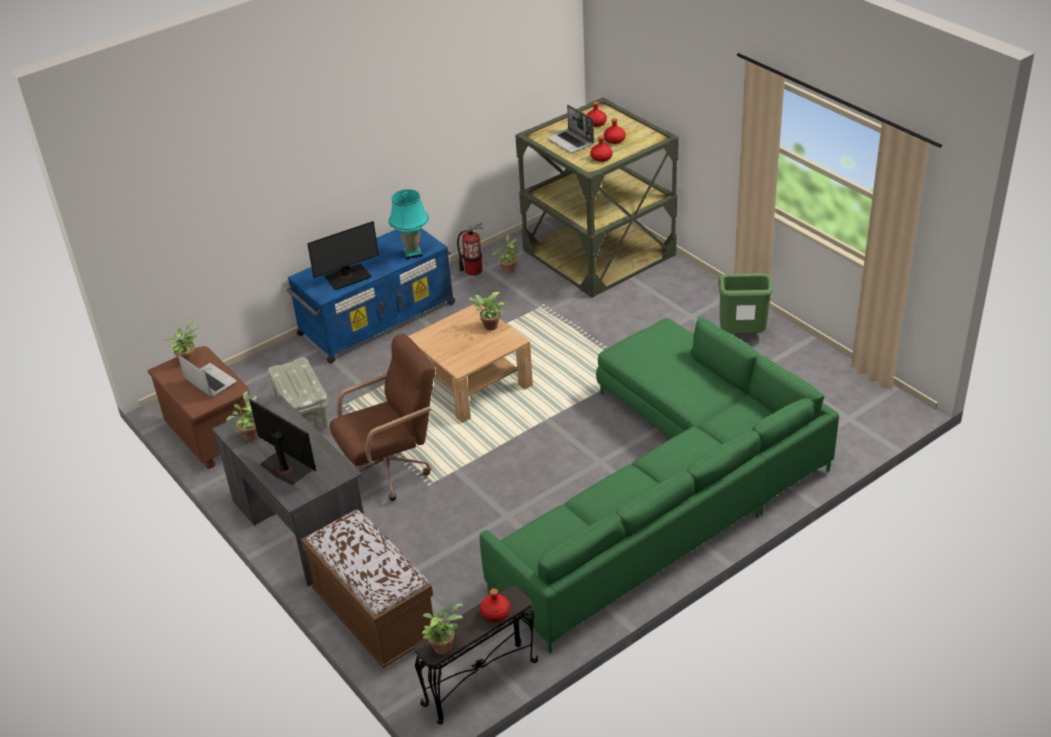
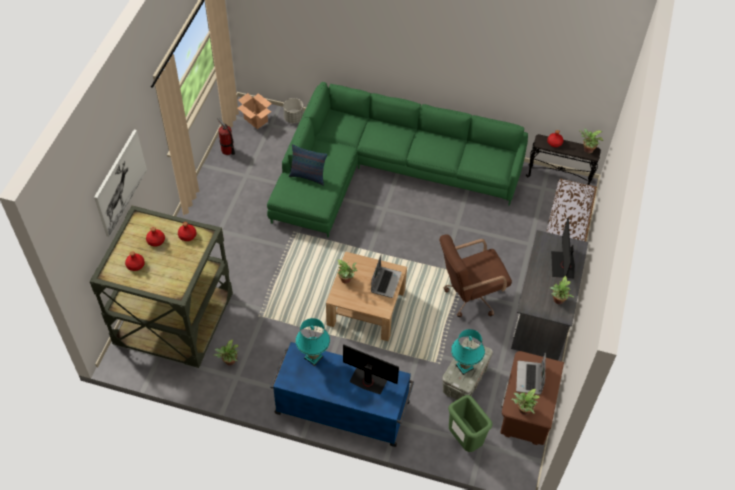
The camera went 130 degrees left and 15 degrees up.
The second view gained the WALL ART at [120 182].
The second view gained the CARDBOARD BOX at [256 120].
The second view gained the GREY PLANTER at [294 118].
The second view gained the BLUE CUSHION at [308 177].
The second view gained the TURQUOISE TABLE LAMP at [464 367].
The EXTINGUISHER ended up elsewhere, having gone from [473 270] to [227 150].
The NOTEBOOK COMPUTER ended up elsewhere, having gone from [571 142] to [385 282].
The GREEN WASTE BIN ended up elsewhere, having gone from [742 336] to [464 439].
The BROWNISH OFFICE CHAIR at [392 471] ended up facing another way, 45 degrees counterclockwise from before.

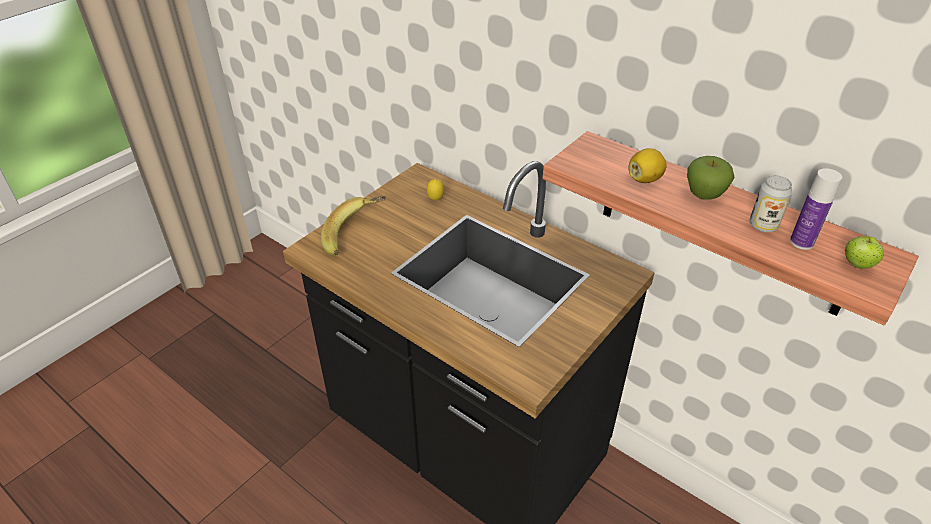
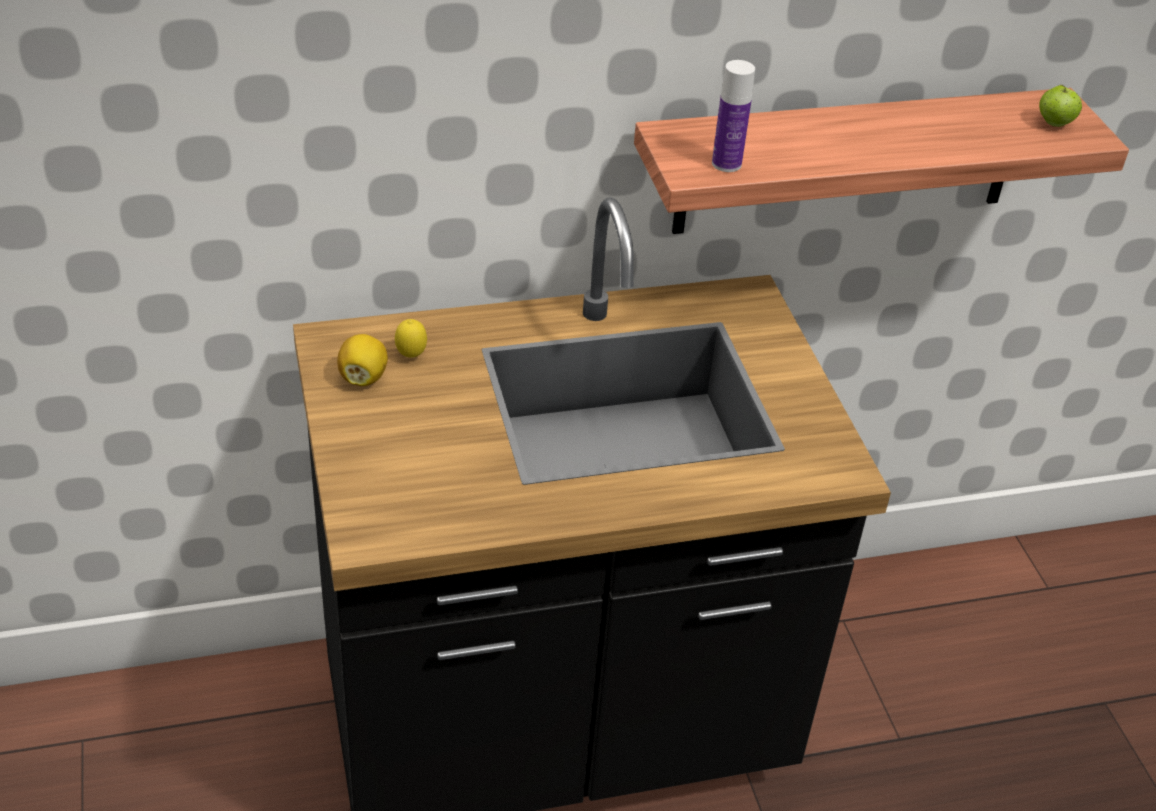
The camera went 55 degrees left and 0 degrees up.
The second view lost the WHOLE BANANA at [356 237].
The second view lost the WHOLE APPLE at [704 195].
The second view lost the SEALED CAN at [763 225].
The CITRUS FRUIT ended up elsewhere, having gone from [644 179] to [363 377].
The DRINK BOTTLE ended up elsewhere, having gone from [801 242] to [726 164].

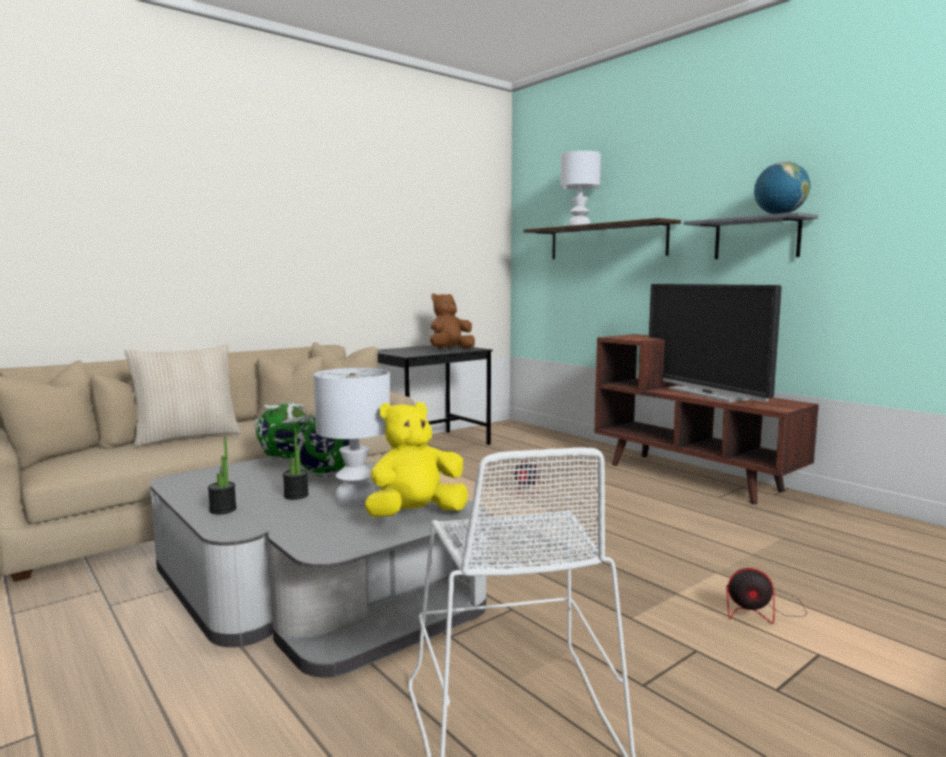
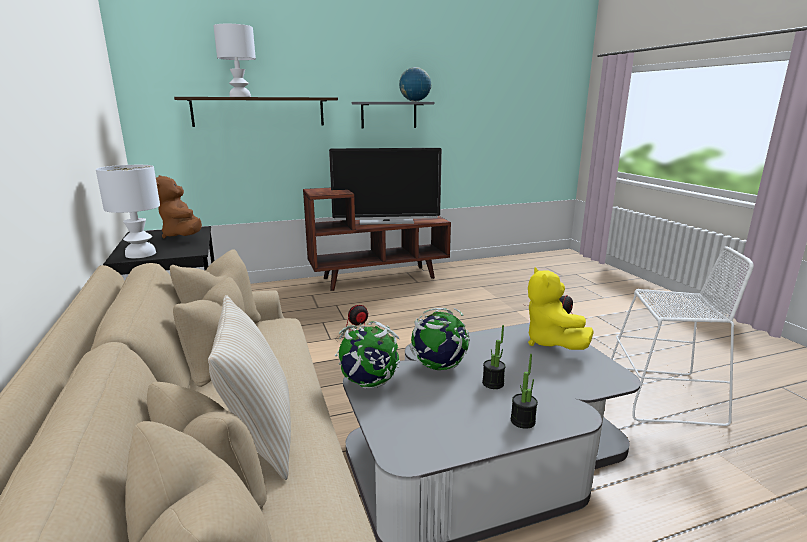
The camera went 70 degrees left and 10 degrees up.
The WHITE-COLOURED TABLE LAMP ended up elsewhere, having gone from [355 499] to [141 254].

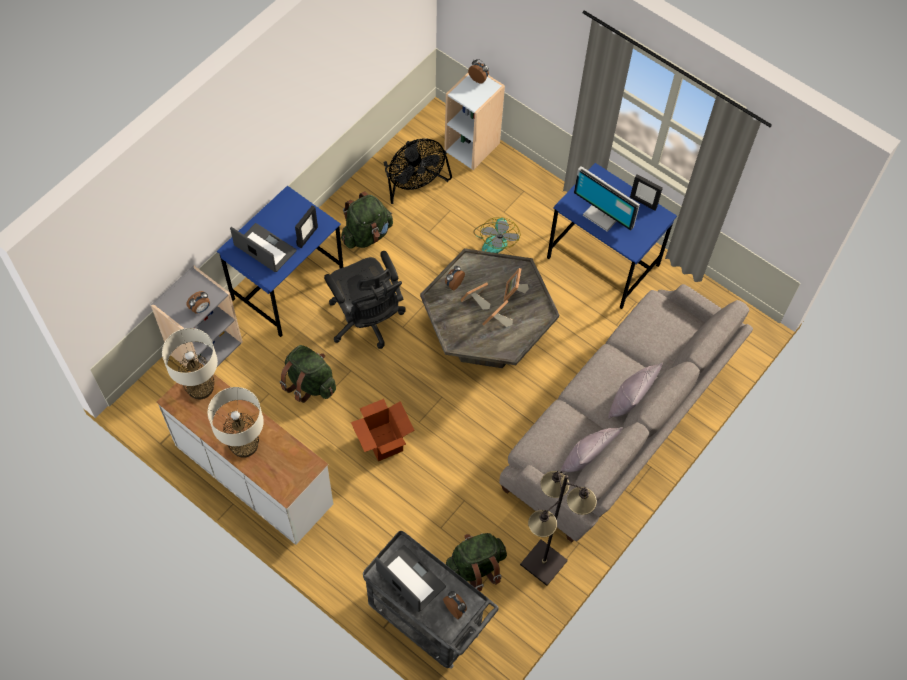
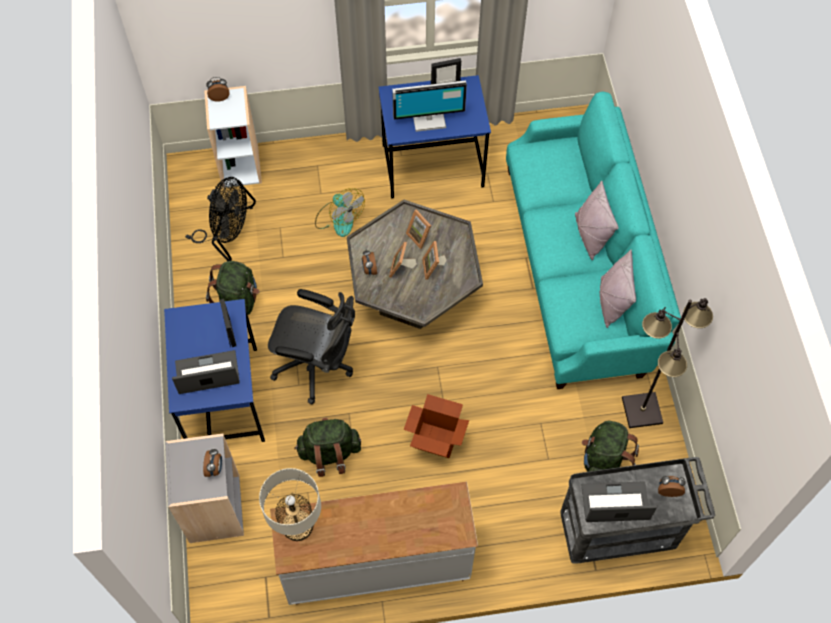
The camera went 45 degrees left and 0 degrees up.
The second view lost the TABLE LAMP at [244 445].
What was the GREY SOFA at [619 427] turned into the TURQUOISE SOFA at [578 269].

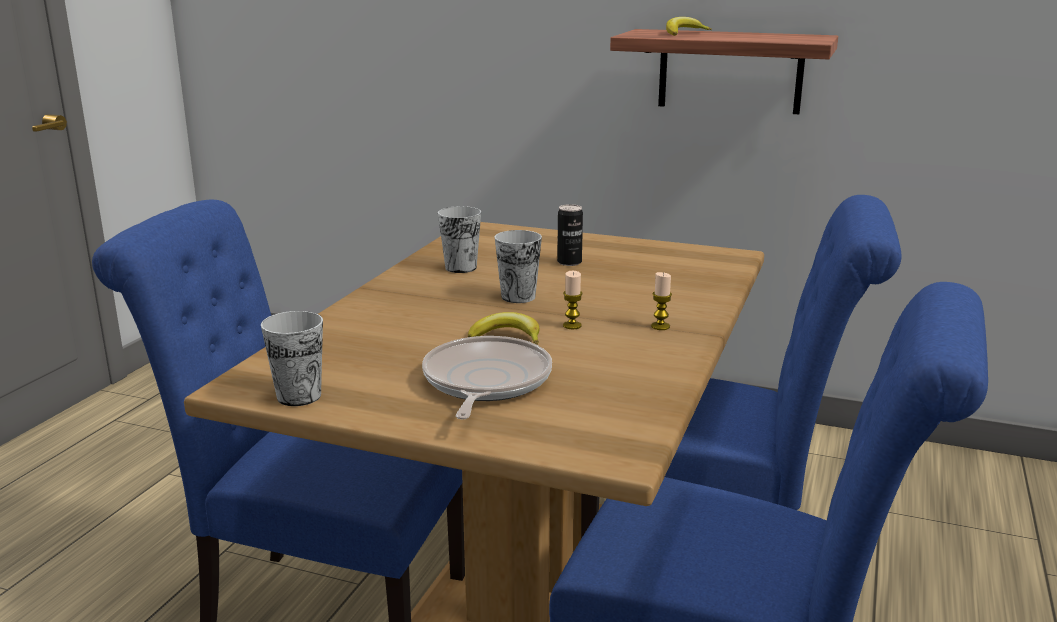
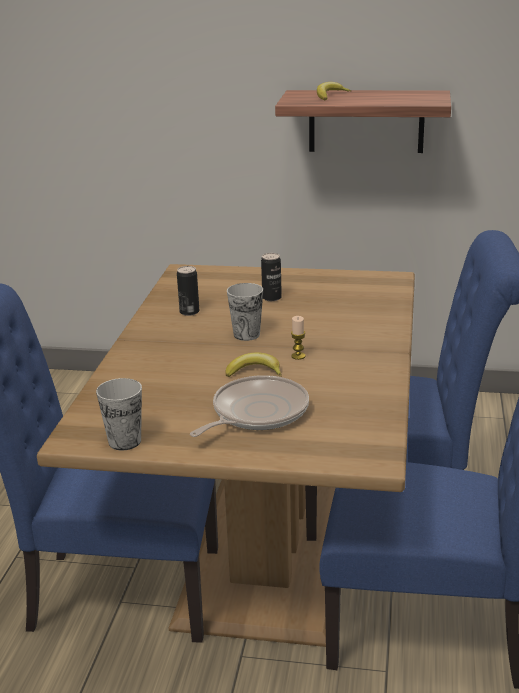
The camera went 10 degrees left and 5 degrees up.
The second view lost the CANDLE at [660 326].
Where the CUP stood at [461 268], the SEALED CAN came to stand at [189 312].
The FRYING PAN at [485 383] ended up facing another way, 45 degrees clockwise from before.

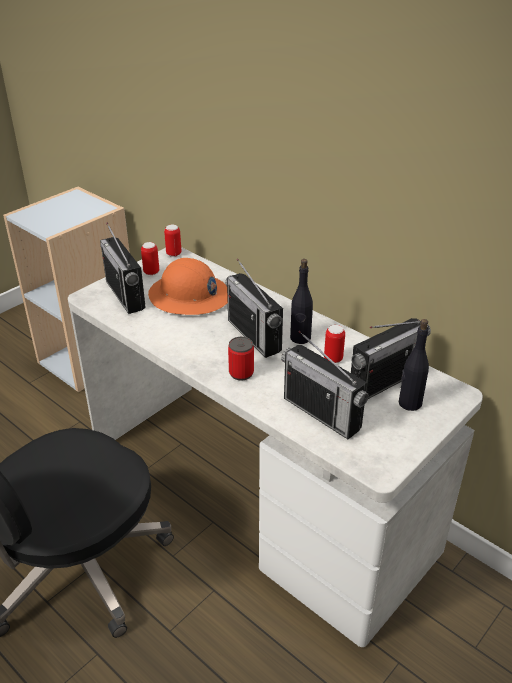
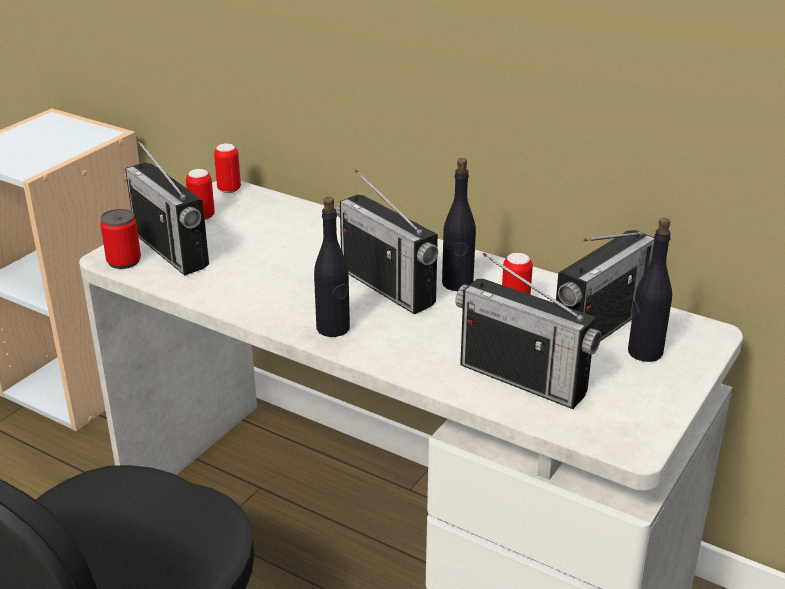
The camera went 10 degrees left and 5 degrees down.
The second view lost the ORANGEY HARD HAT at [189 297].
The second view gained the BLACKISH DRINK BOTTLE at [333 328].
The SEALED CAN ended up elsewhere, having gone from [241 373] to [124 261].

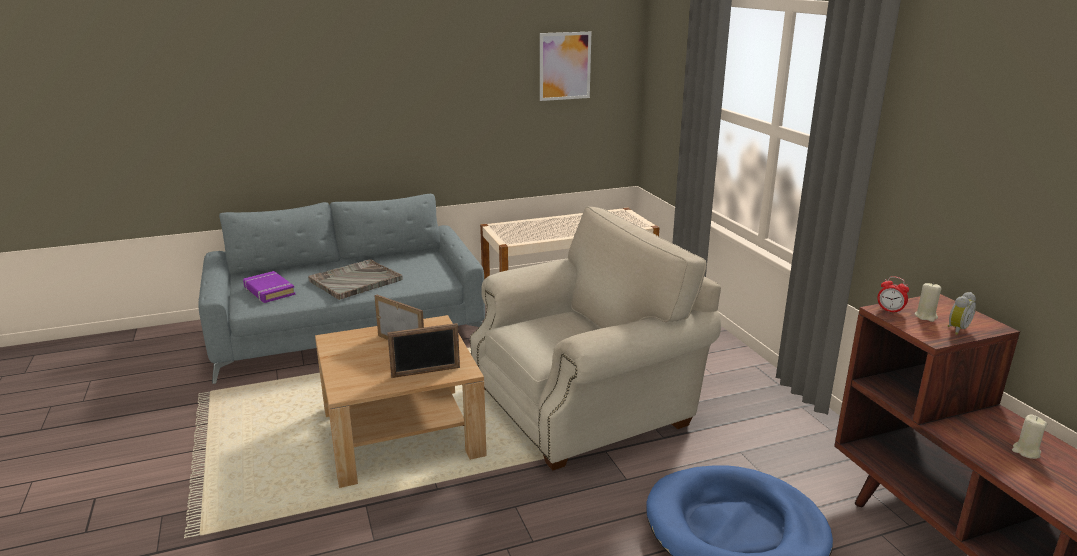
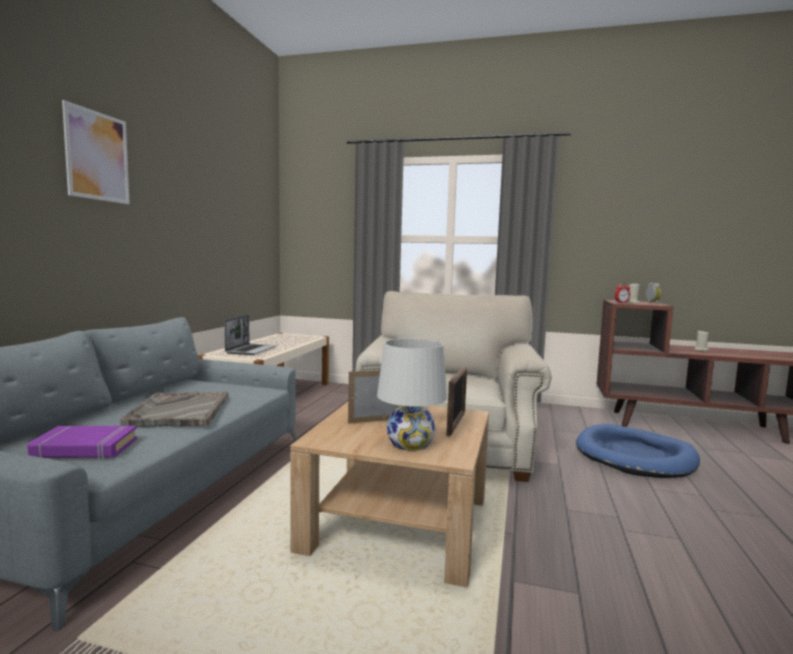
The camera went 55 degrees left and 15 degrees down.
The second view gained the NOTEBOOK COMPUTER at [251 350].
The second view gained the WHITE-COLOURED TABLE LAMP at [410 443].
The WALL ART ended up elsewhere, having gone from [565 66] to [97 156].

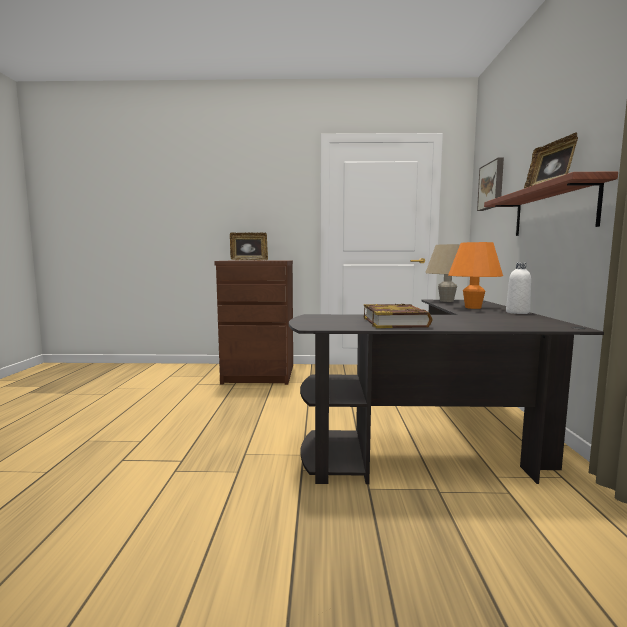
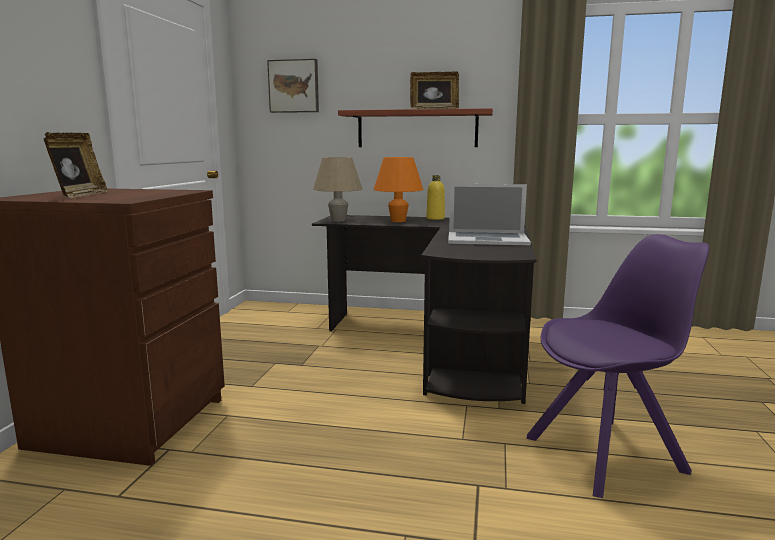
The camera went 80 degrees left and 5 degrees up.
The second view gained the PURPLISH PLAIN CHAIR at [607 454].
Where the VOLUME stood at [395 322], the NOTEBOOK COMPUTER came to stand at [487 239].
What was the WHITE-COLOURED DRINK BOTTLE at [517 312] turned into the YELLOWISH DRINK BOTTLE at [435 218].

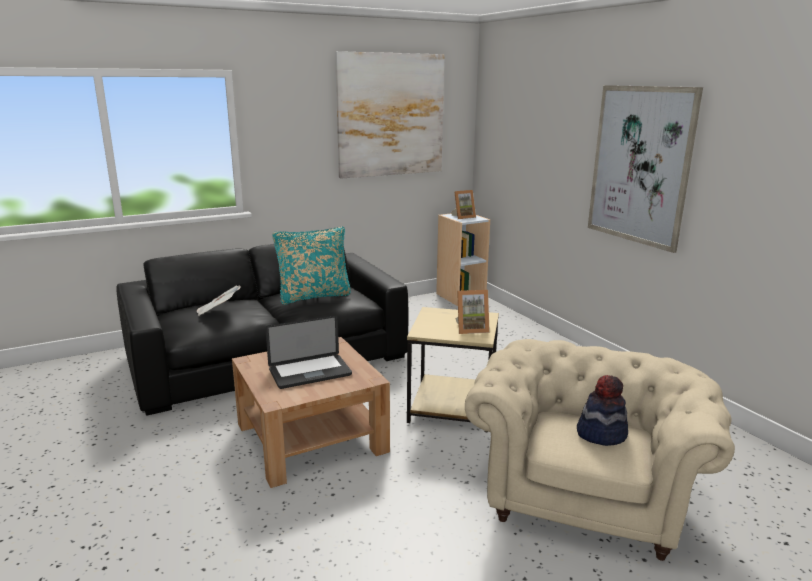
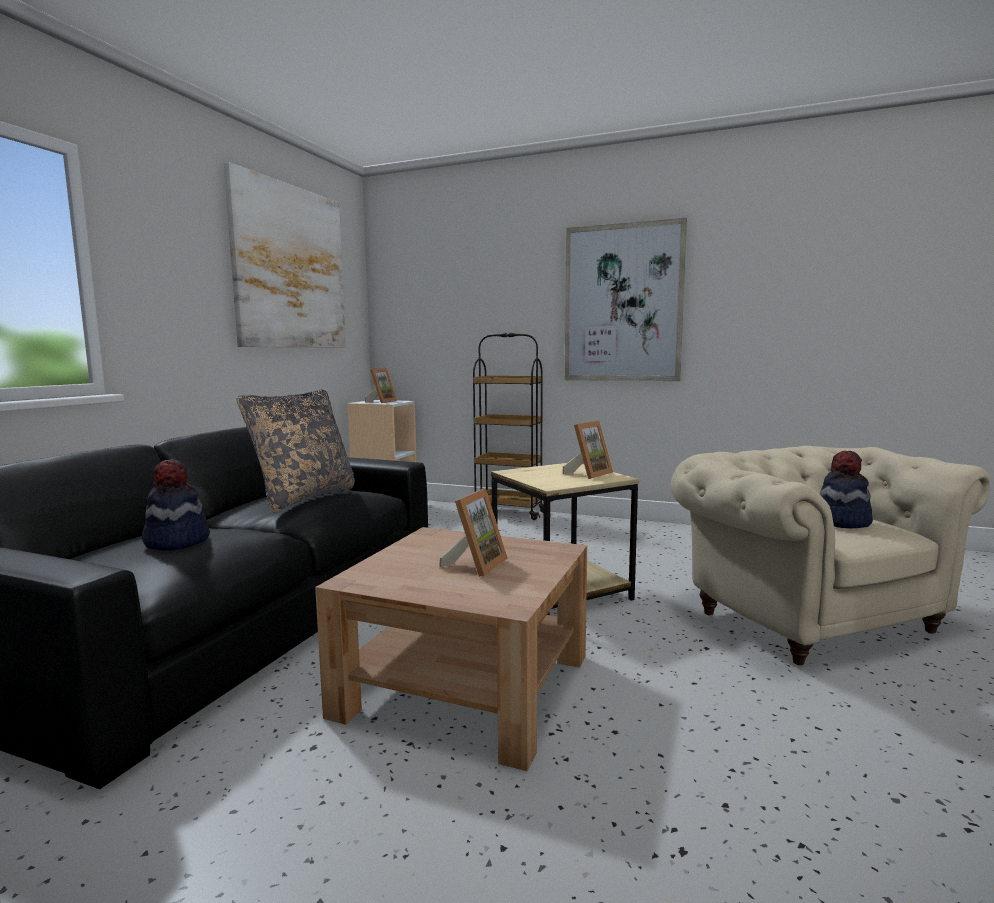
The camera went 40 degrees left and 10 degrees down.
The second view gained the BROWNISH WHEELED CART at [509 513].
Where the PRINTED PAPER stood at [218 312], the CLOTHING HAT came to stand at [176 541].
Where the NOTEBOOK COMPUTER stood at [310 372], the PHOTO FRAME came to stand at [475 565].
What was the TURQUOISE CUSHION at [315 297] turned into the GREY CUSHION at [306 499].

